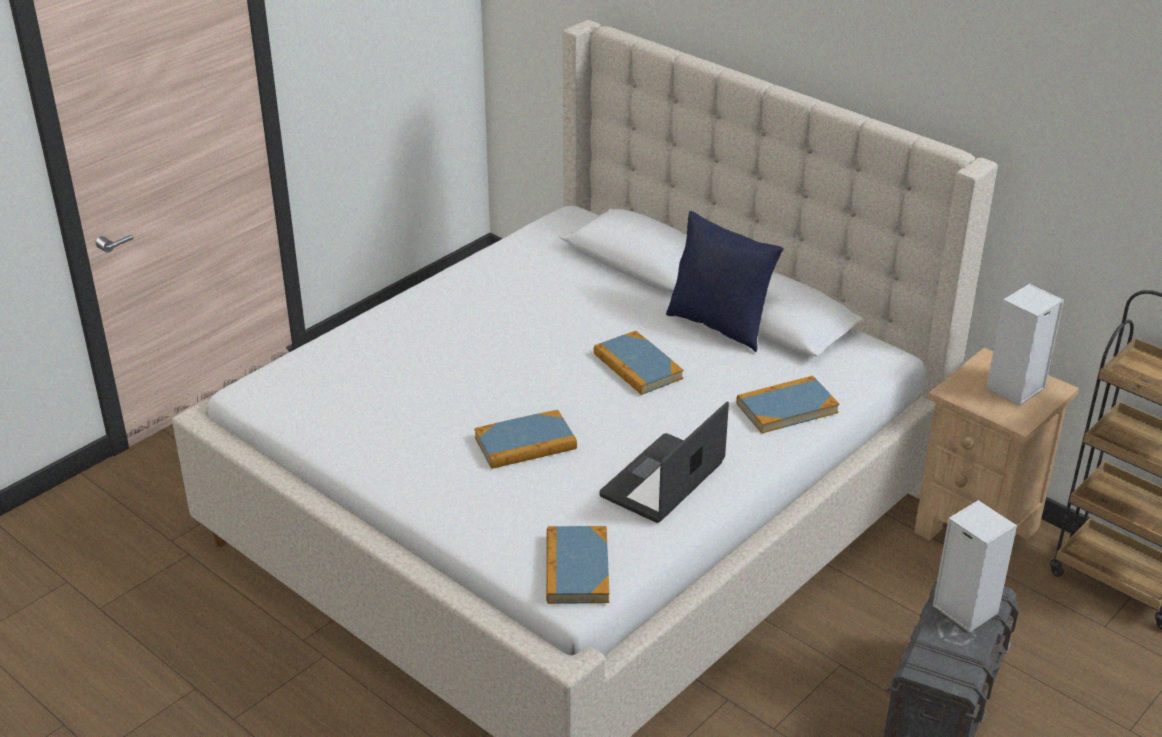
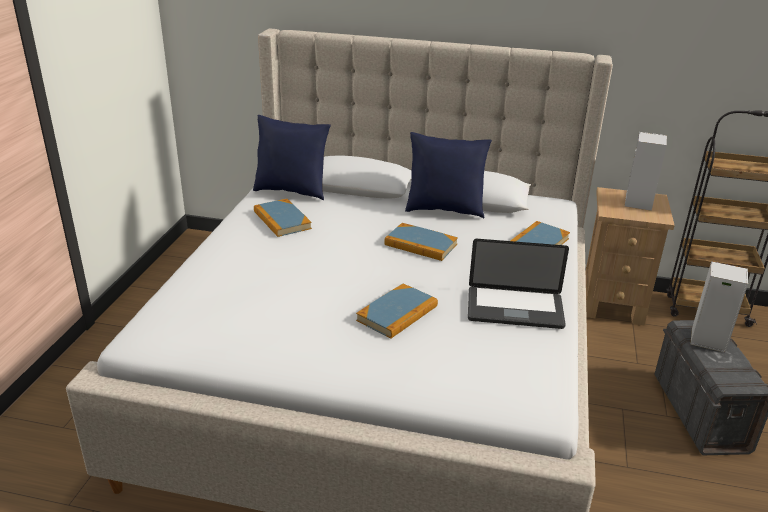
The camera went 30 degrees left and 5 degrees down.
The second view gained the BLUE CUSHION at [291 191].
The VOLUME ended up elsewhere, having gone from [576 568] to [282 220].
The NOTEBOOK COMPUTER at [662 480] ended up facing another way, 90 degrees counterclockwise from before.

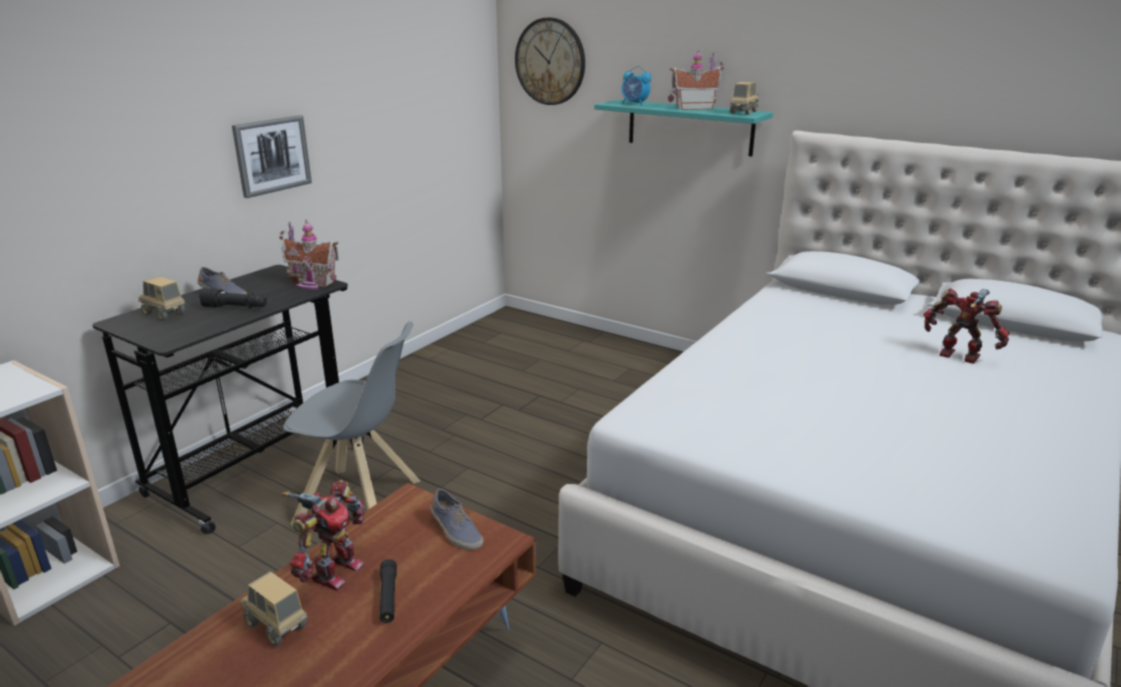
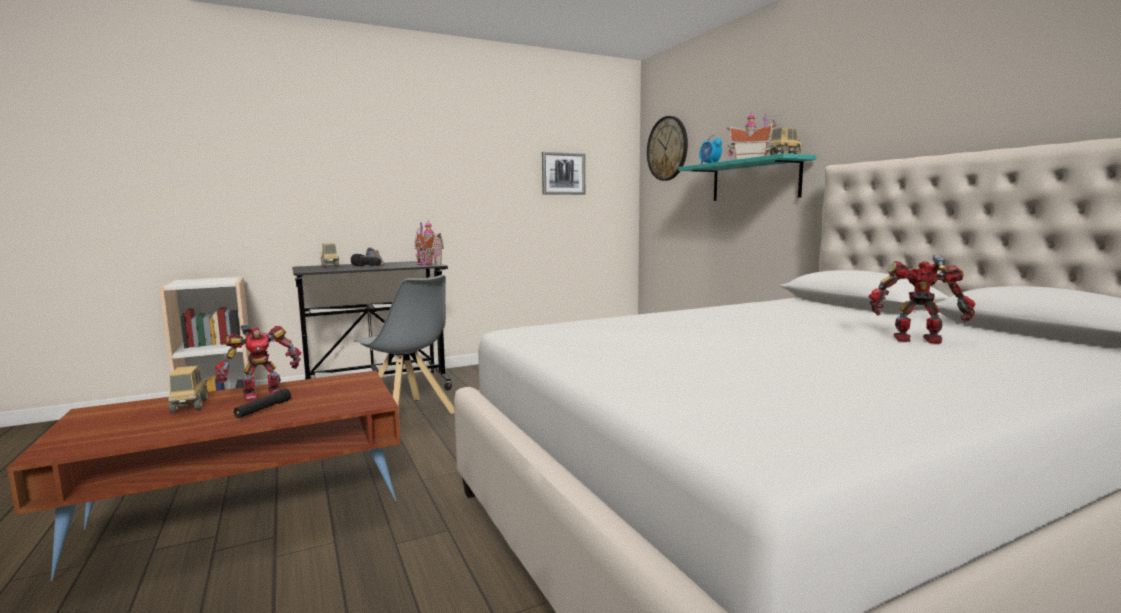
The camera went 30 degrees right and 15 degrees down.
The second view lost the LOW SHOE at [455 531].
The WALL ART ended up elsewhere, having gone from [272 155] to [563 173].
The TOY ROBOT at [959 357] ended up facing another way, 45 degrees counterclockwise from before.

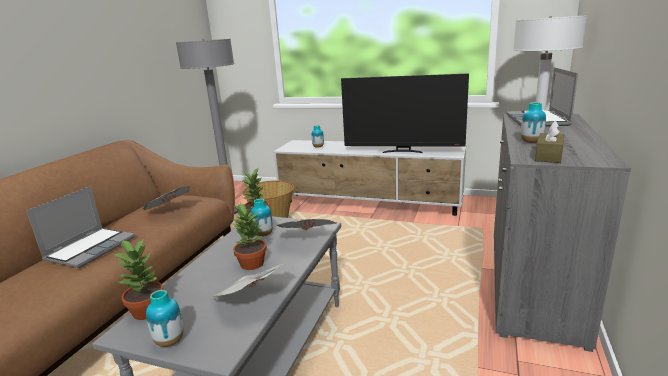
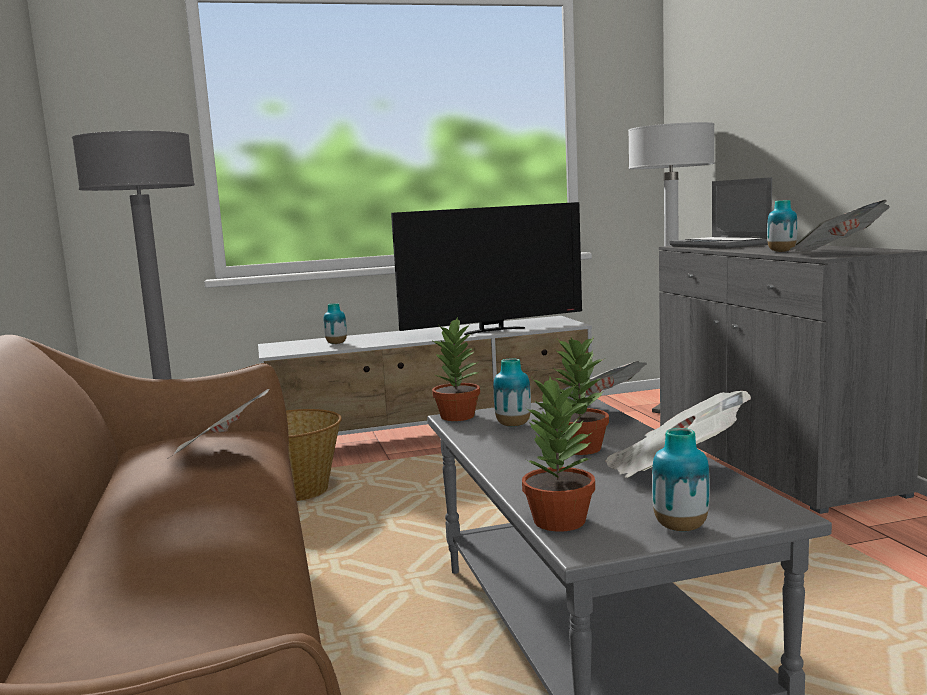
The camera went 35 degrees left and 10 degrees down.
The second view lost the NOTEBOOK COMPUTER at [91 248].
Where the BROWNISH BOX OF TISSUES stood at [548 156], the PRINTED PAPER came to stand at [837 253].

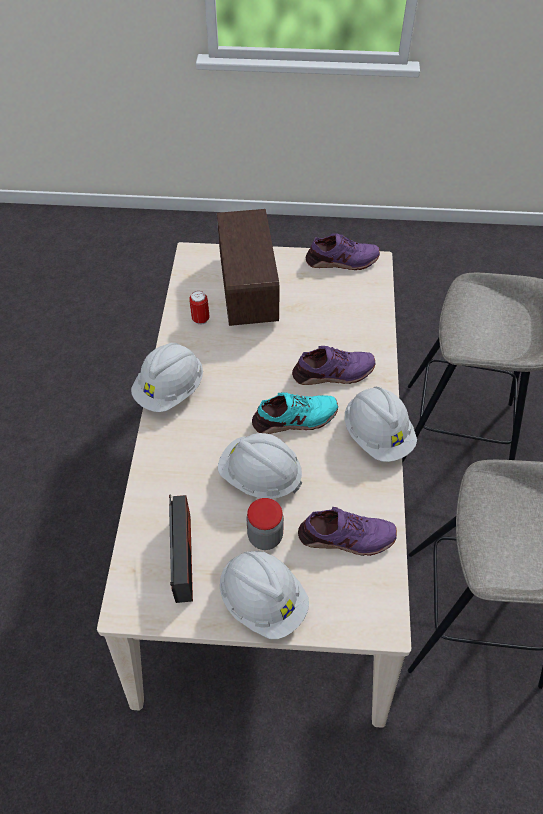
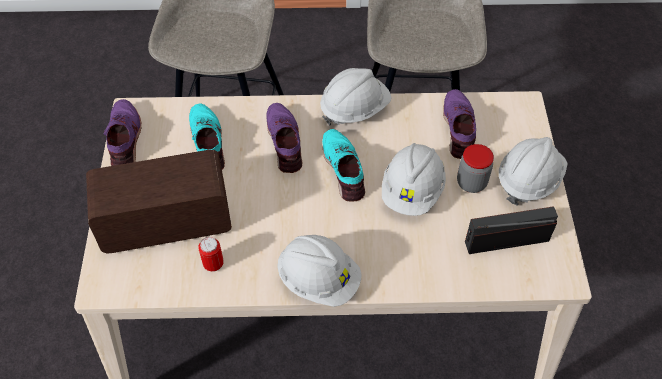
The camera went 95 degrees left and 0 degrees up.
The second view gained the TURQUOISE LOW SHOE at [208 142].

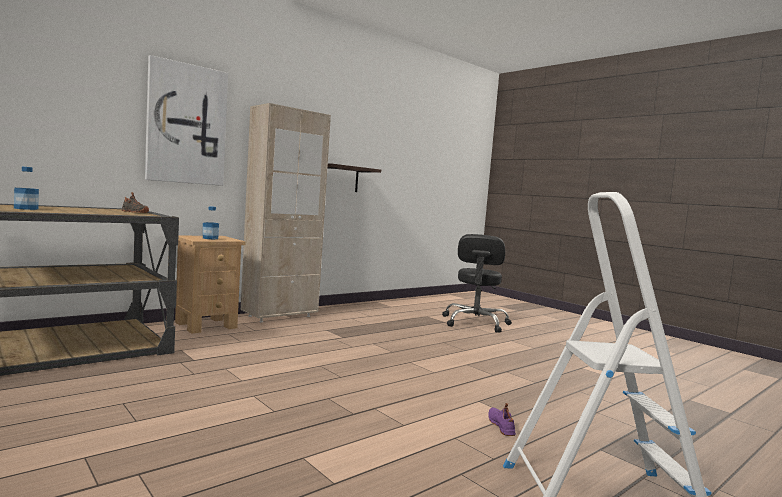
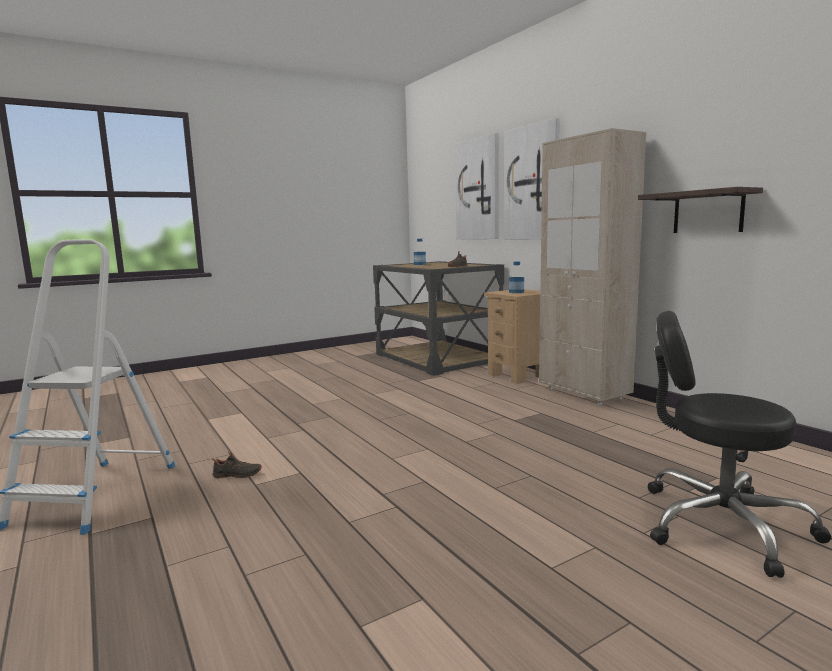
The camera went 100 degrees right and 5 degrees up.
The second view gained the WALL ART at [478 189].
What was the PURPLISH LOW SHOE at [502 426] turned into the BLACKISH LOW SHOE at [237 475].

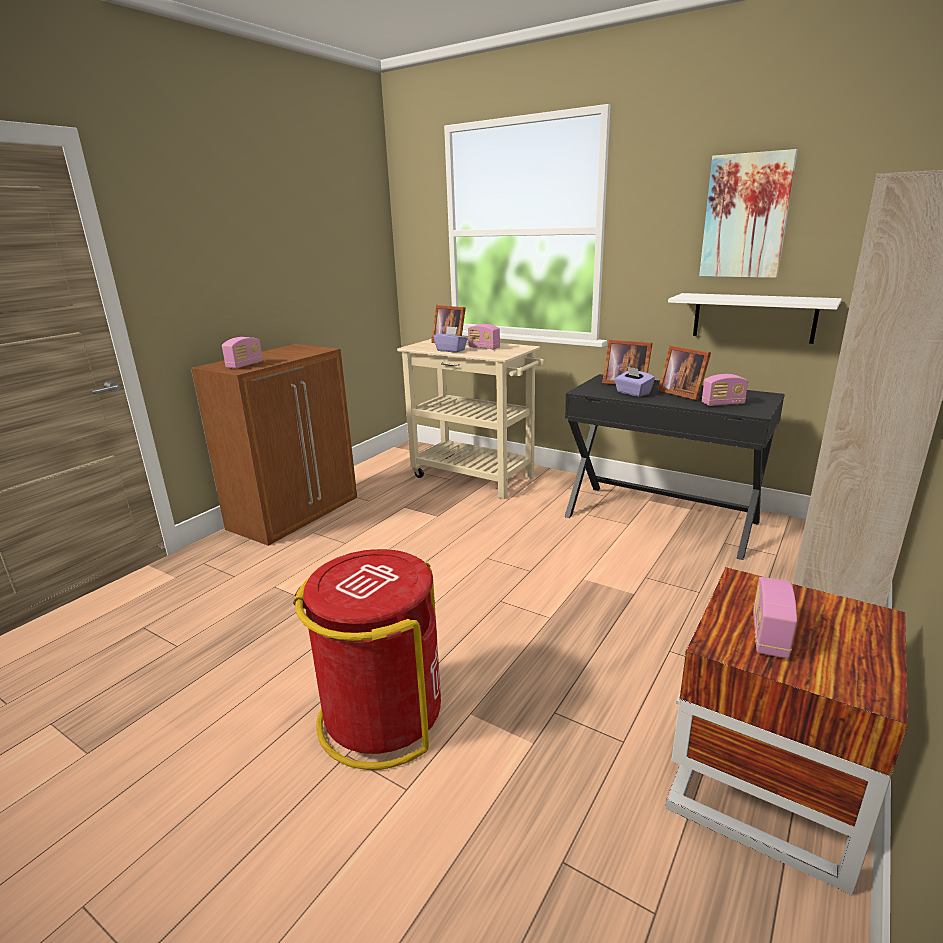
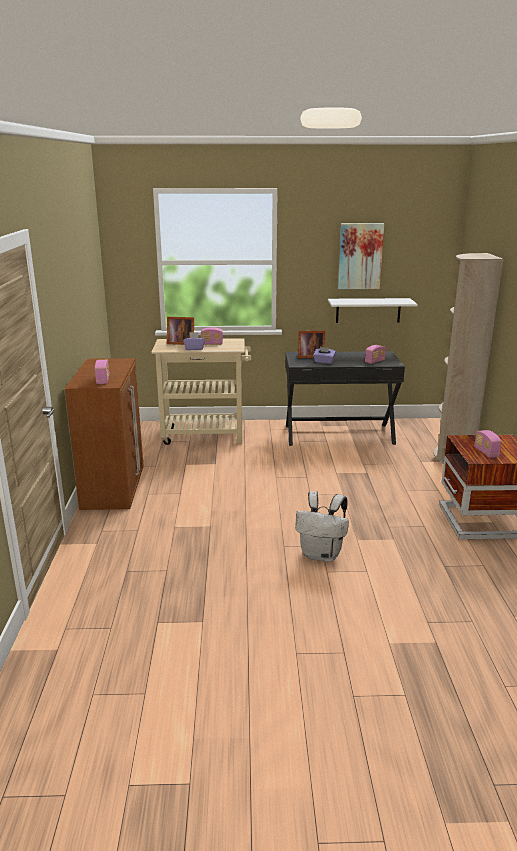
The camera went 35 degrees left and 0 degrees up.
The second view lost the PHOTO FRAME at [681 393].
Where the REDDISH WASTE BIN stood at [381 716], the WHITE-COLOURED RUCKSACK came to stand at [322 554].

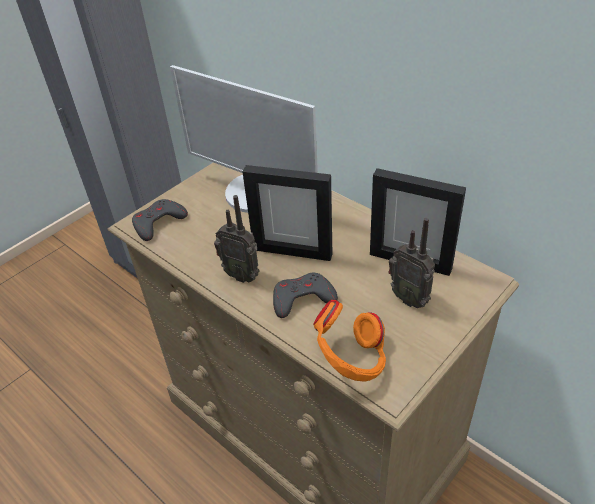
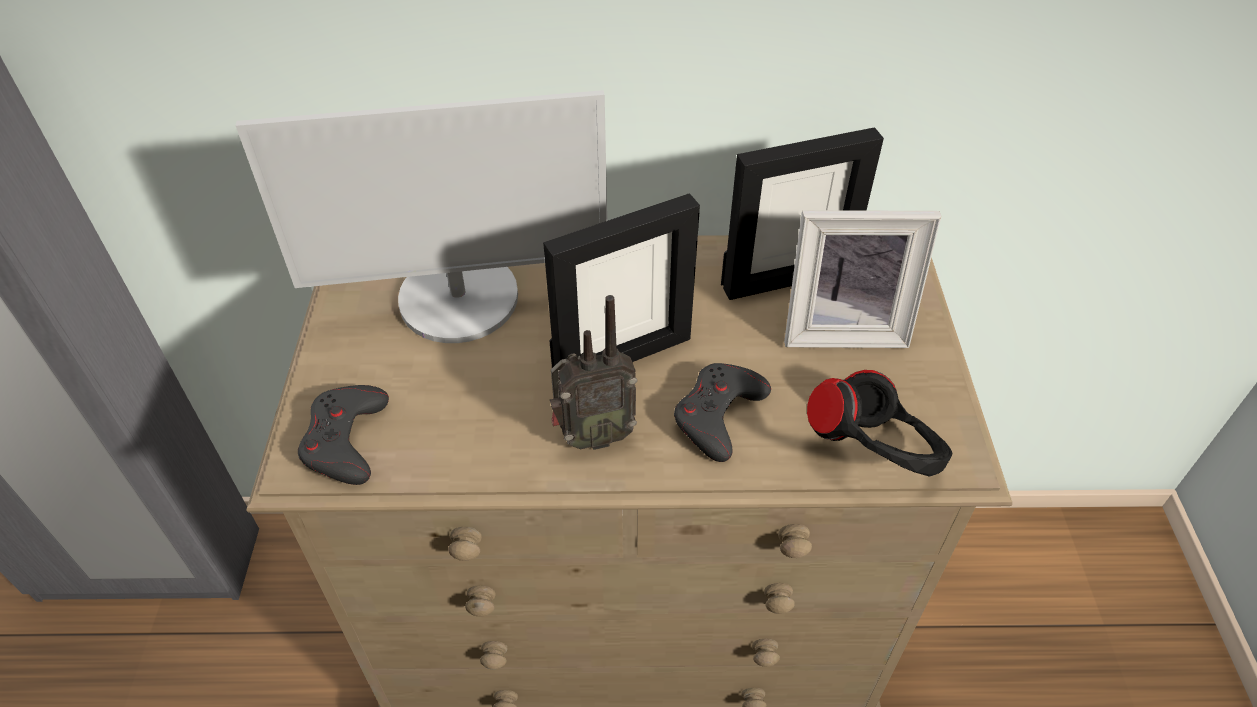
The camera went 45 degrees left and 5 degrees up.
Where the RADIO stood at [410 298], the PHOTO FRAME came to stand at [843 328].
What was the ORANGEY HEADPHONES at [351 360] turned into the BLACKISH HEADPHONES at [874 455].

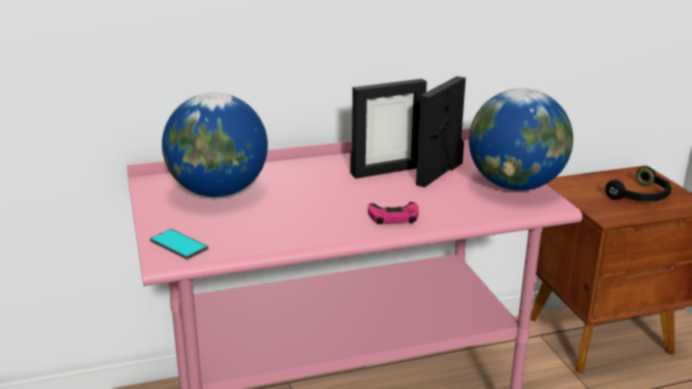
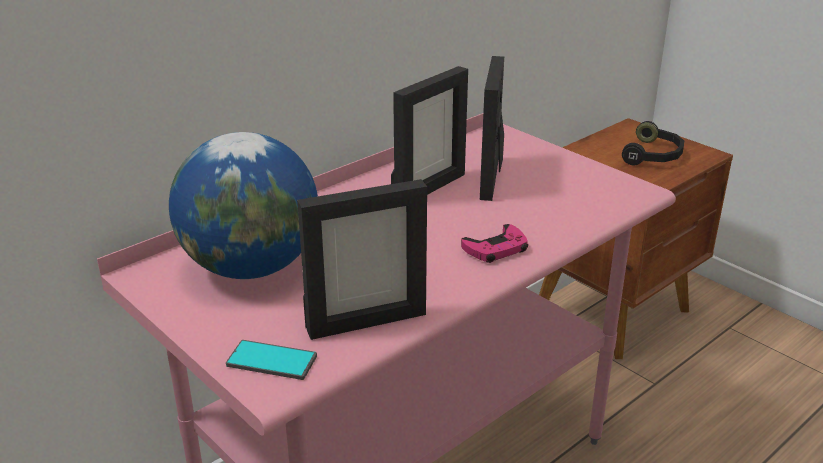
The camera went 25 degrees left and 5 degrees up.
The second view lost the WORLD GLOBE at [515 186].
The second view gained the PHOTO FRAME at [366 321].

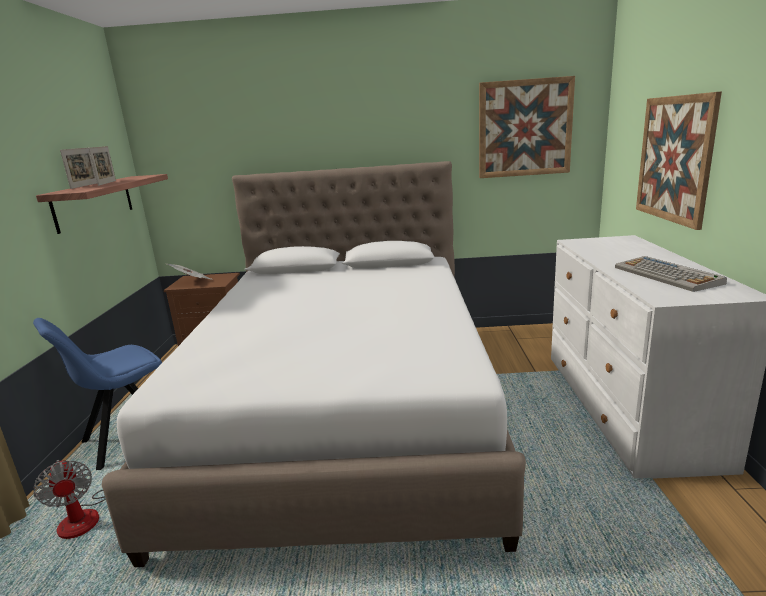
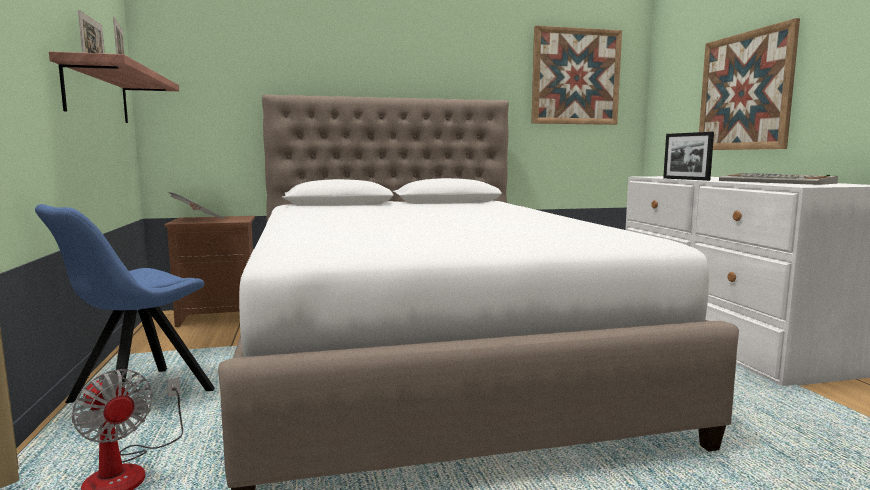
The camera went 15 degrees left and 10 degrees down.
The second view gained the PHOTO FRAME at [685 179].

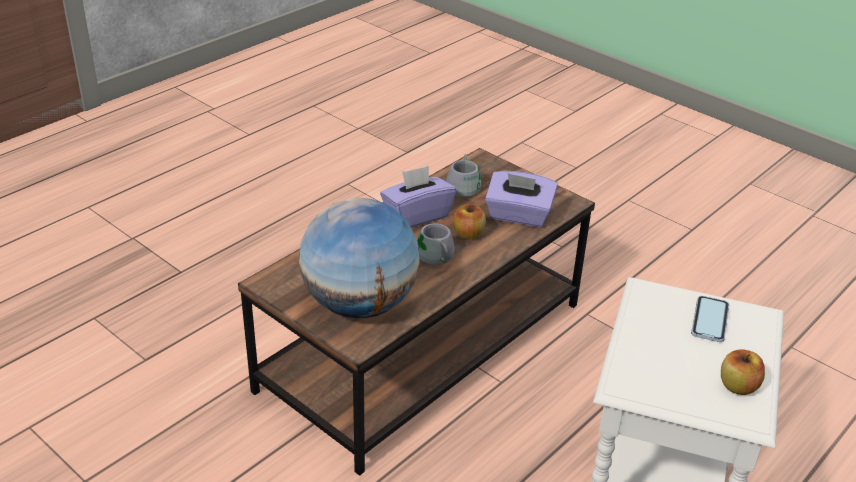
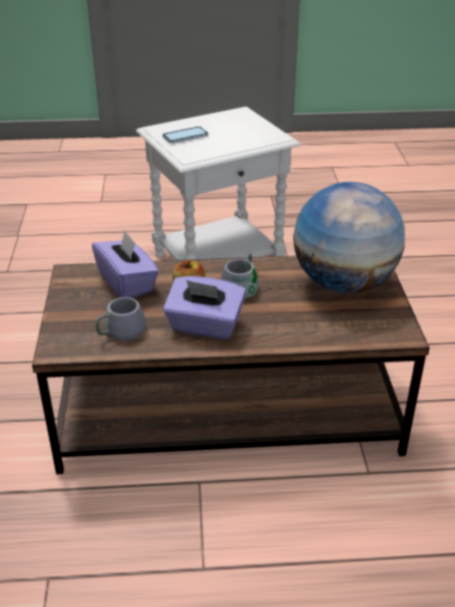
The camera went 135 degrees left and 0 degrees up.
The second view lost the WHOLE APPLE at [738 386].

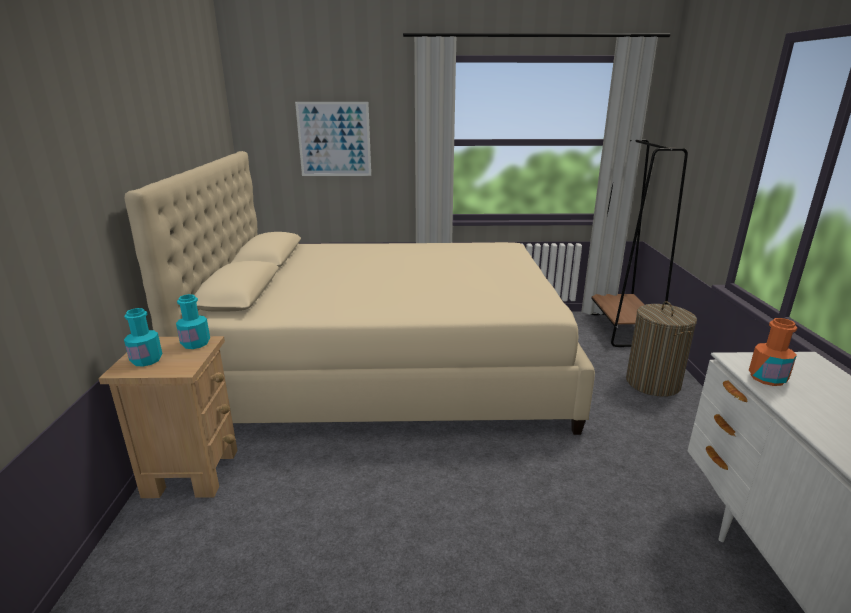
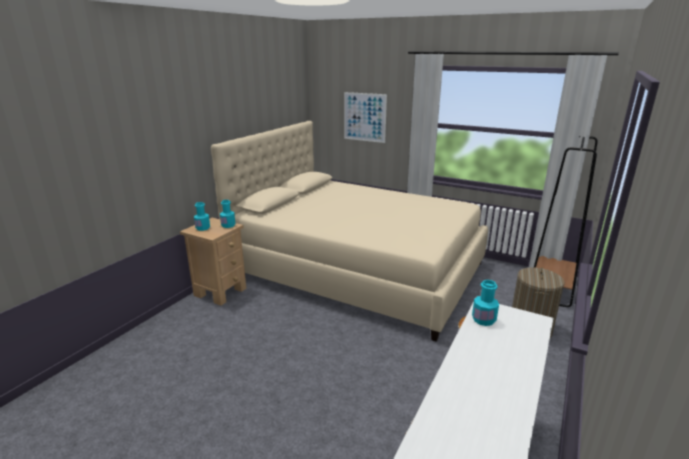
The camera went 30 degrees right and 0 degrees up.
What was the ORANGEY DRINK BOTTLE at [767 378] turned into the TURQUOISE DRINK BOTTLE at [483 320].

